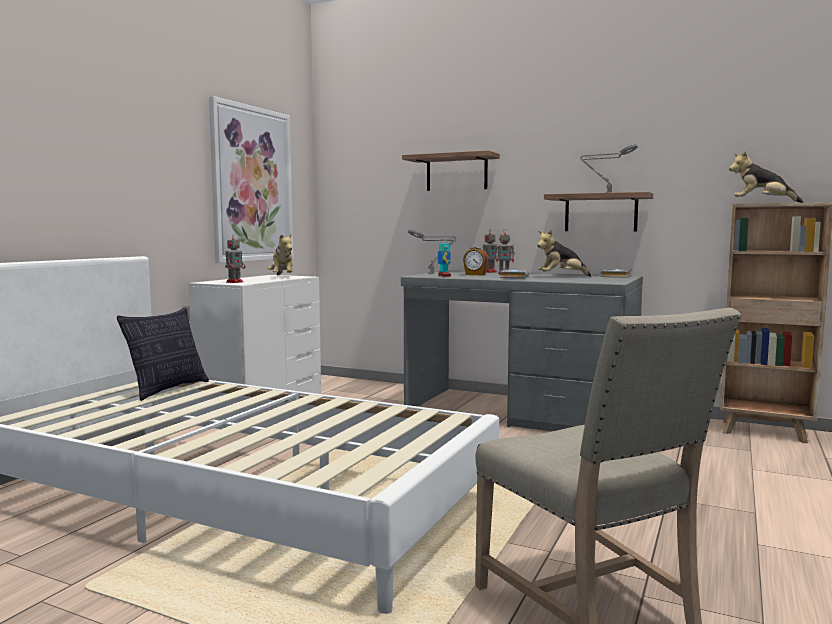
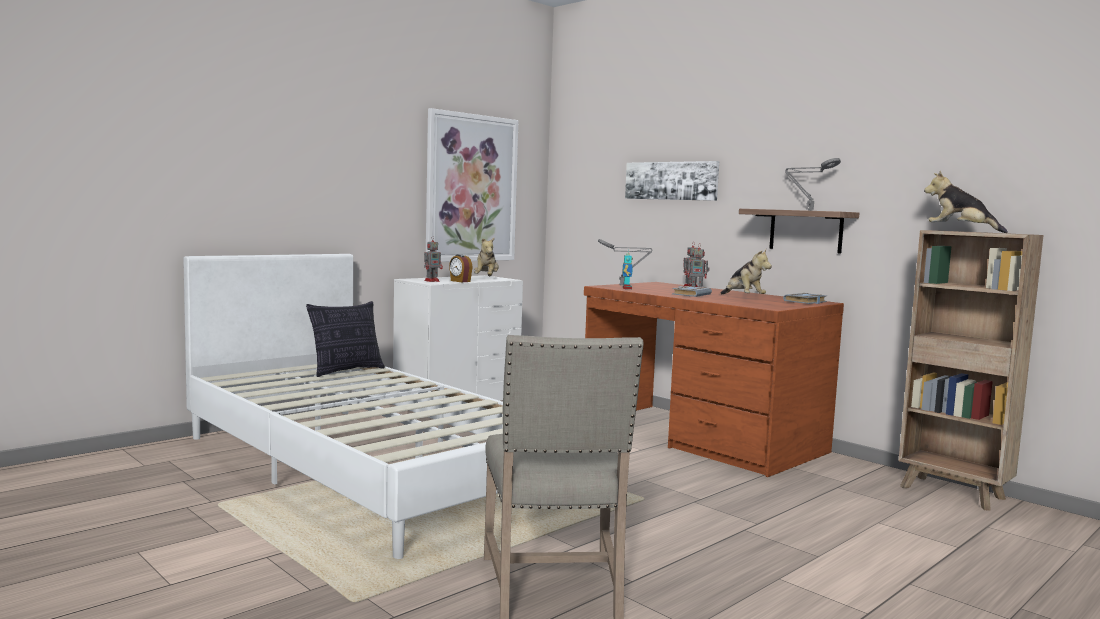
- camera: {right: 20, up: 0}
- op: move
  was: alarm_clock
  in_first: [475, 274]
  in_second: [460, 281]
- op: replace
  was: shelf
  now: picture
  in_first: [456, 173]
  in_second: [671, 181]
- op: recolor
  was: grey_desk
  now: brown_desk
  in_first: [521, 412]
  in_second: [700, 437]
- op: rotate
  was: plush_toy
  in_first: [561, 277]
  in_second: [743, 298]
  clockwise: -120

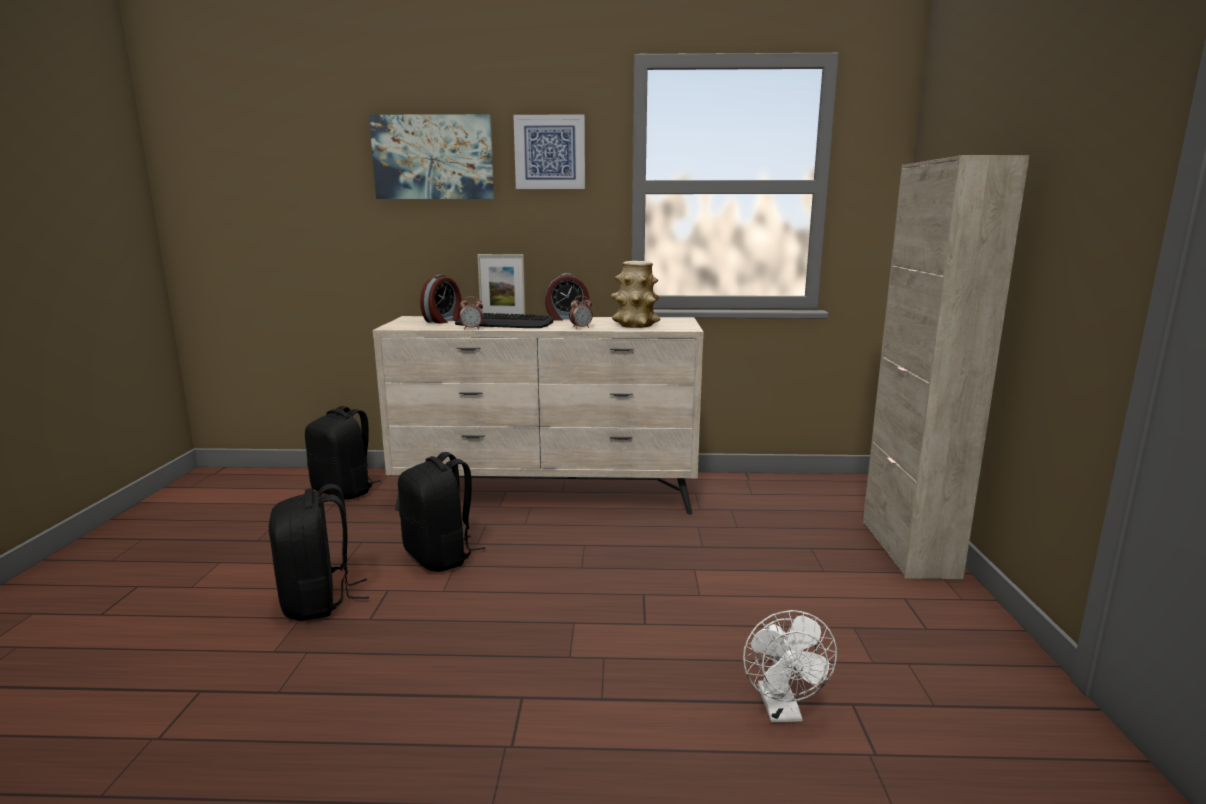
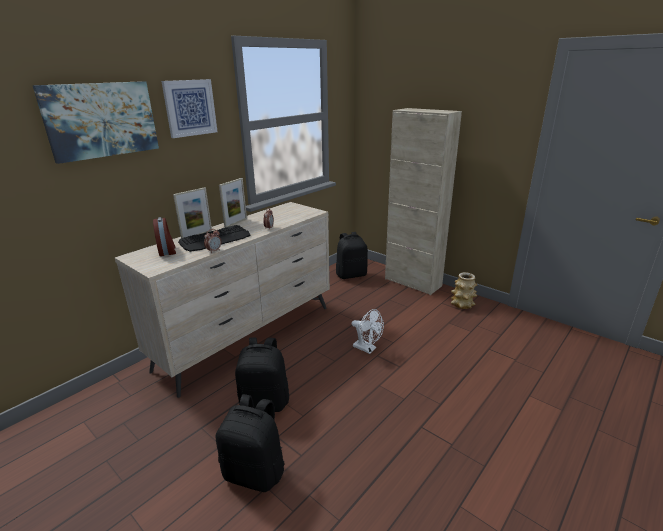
- camera: {right: -50, up: 10}
- op: move
  was: black_backpack
  in_first: [345, 491]
  in_second: [351, 274]
- op: move
  was: vase
  in_first: [635, 325]
  in_second: [462, 305]
- op: move
  was: white_fan
  in_first: [782, 711]
  in_second: [367, 348]
- op: replace
  was: alarm_clock
  now: picture_frame
  in_first: [567, 318]
  in_second: [236, 223]

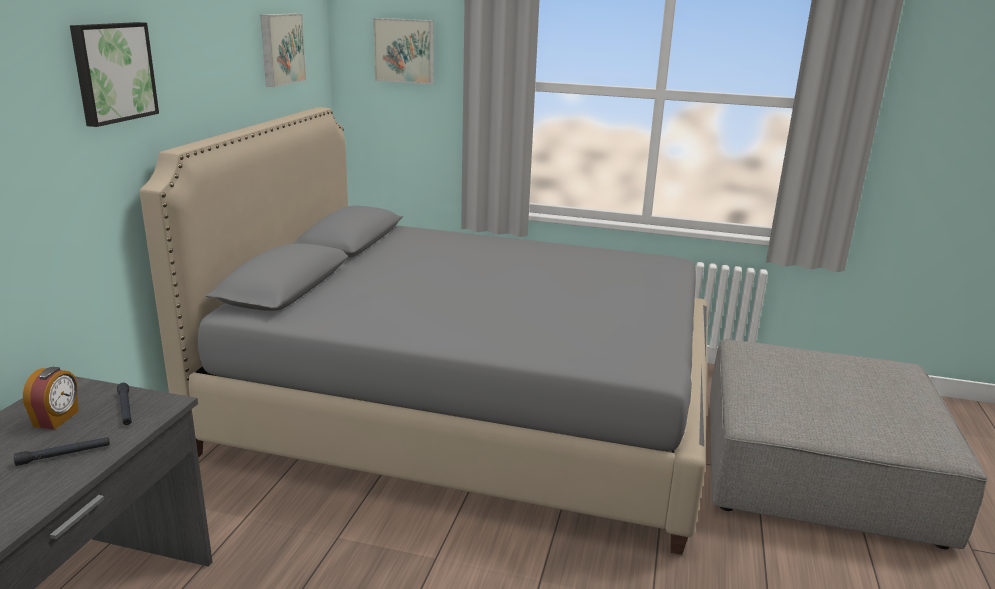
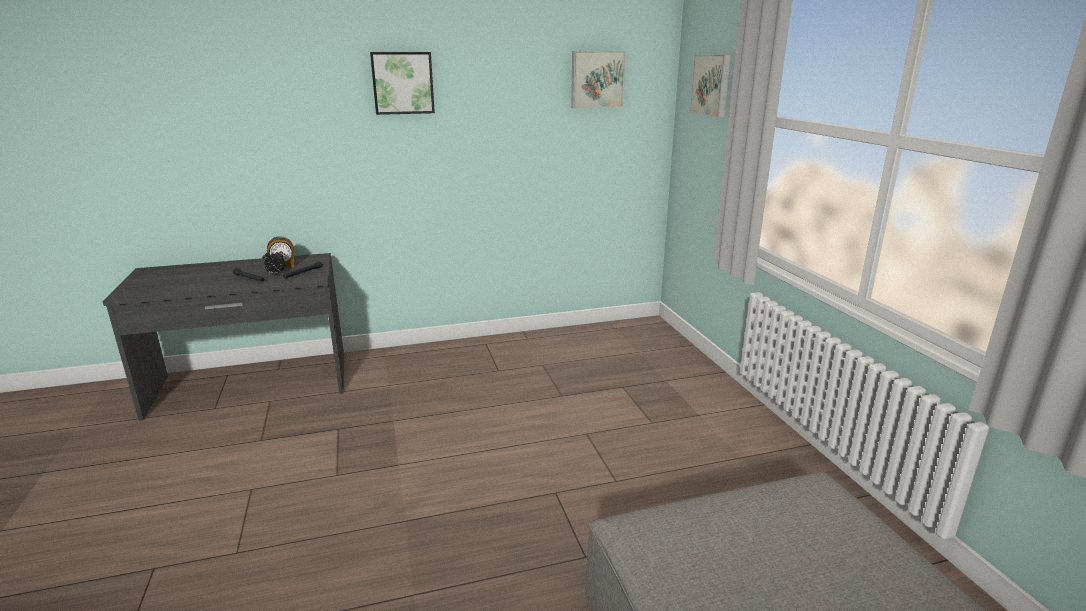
- camera: {right: 60, up: 0}
- op: delete
  was: grey_bed
  in_first: [468, 410]
- op: insert
  now: alarm_clock
  in_second: [275, 274]

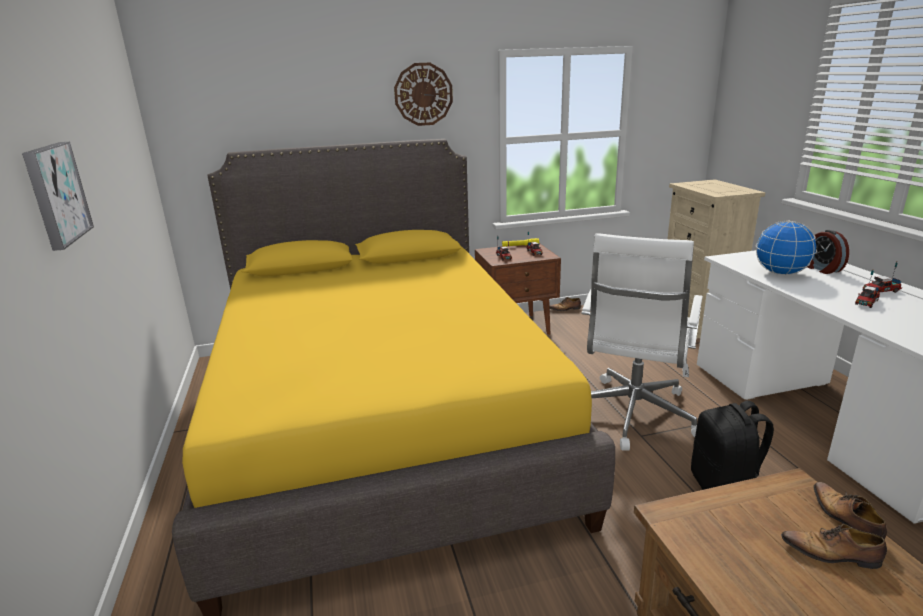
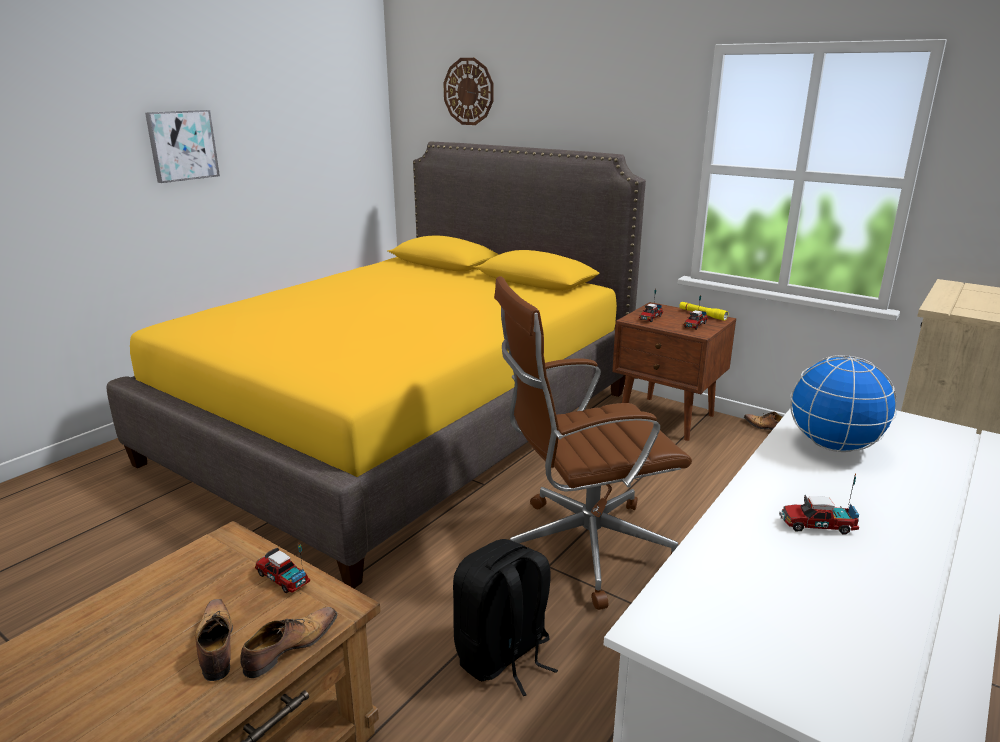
- camera: {right: 50, up: 0}
- op: delete
  was: alarm_clock
  in_first: [821, 269]
- op: move
  was: wall_clock
  in_first: [423, 94]
  in_second: [468, 91]
- op: move
  was: toy_truck
  in_first: [880, 291]
  in_second: [282, 578]
- op: recolor
  was: white_office_chair
  now: brown_office_chair
  in_first: [632, 416]
  in_second: [582, 548]

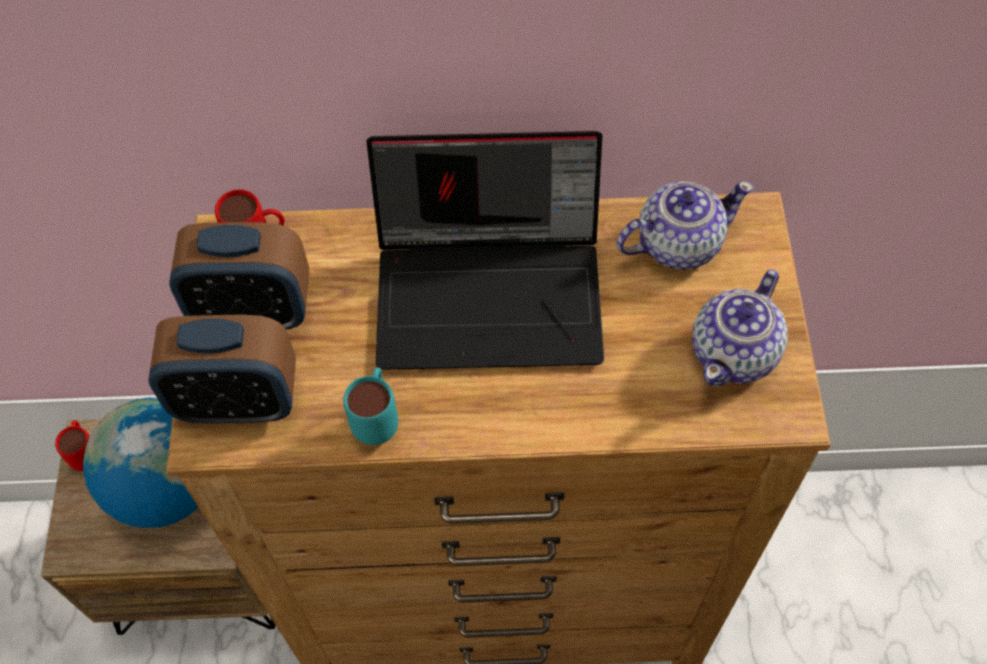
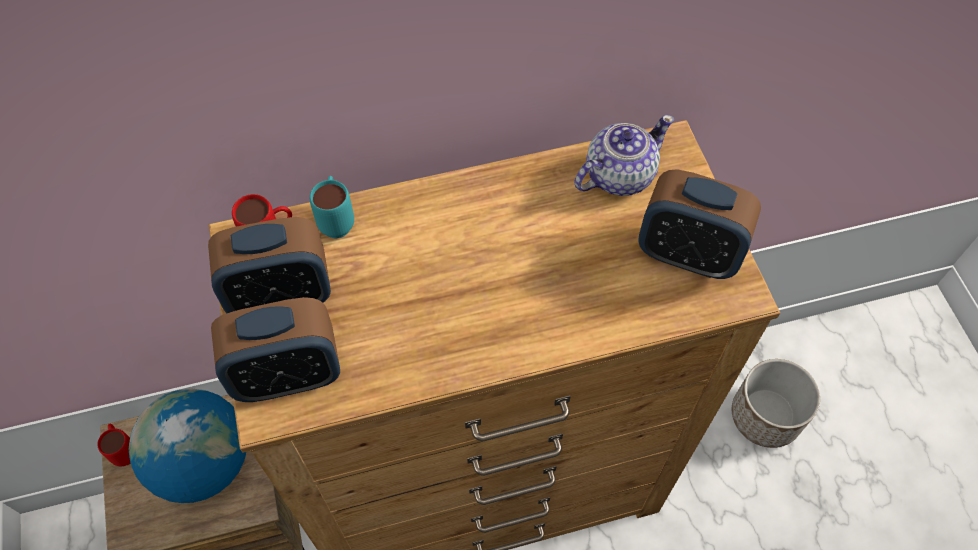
- camera: {right: -15, up: 0}
- op: delete
  was: laptop
  in_first: [492, 290]
- op: insert
  now: planter
  in_second: [766, 416]
- op: move
  was: turquoise_mug
  in_first: [378, 420]
  in_second: [337, 221]
- op: replace
  was: teapot
  now: alarm_clock
  in_first: [735, 353]
  in_second: [687, 254]

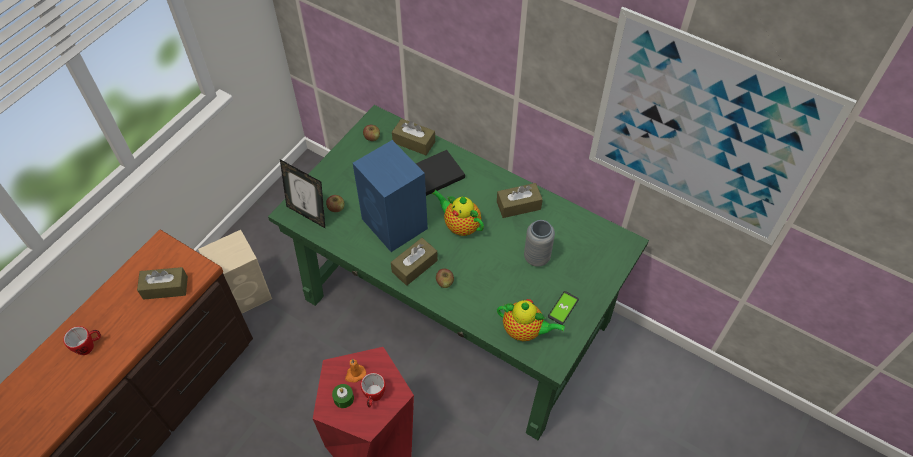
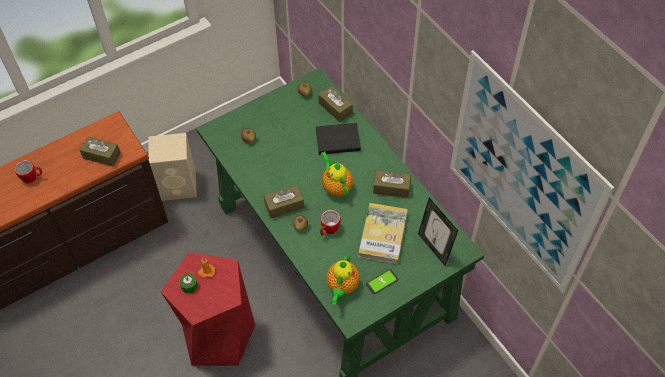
- camera: {right: 25, up: 0}
- op: delete
  was: blue_speaker
  in_first: [395, 225]
- op: move
  was: picture_frame
  in_first: [308, 214]
  in_second: [434, 248]
- op: move
  was: mug
  in_first: [373, 397]
  in_second: [328, 230]
- op: replace
  was: grey_vase
  now: book
  in_first: [536, 258]
  in_second: [383, 235]
- op: rotate
  was: teapot
  in_first: [525, 331]
  in_second: [342, 287]
  clockwise: 60

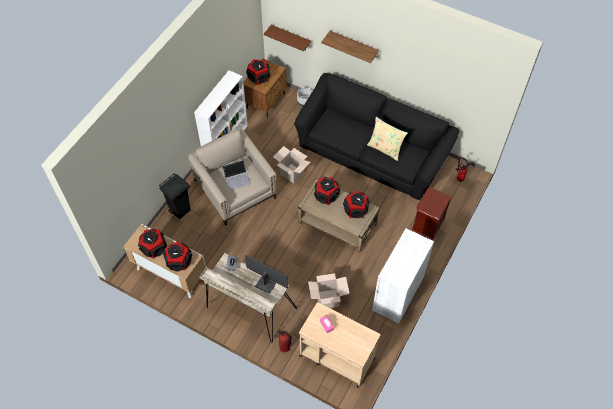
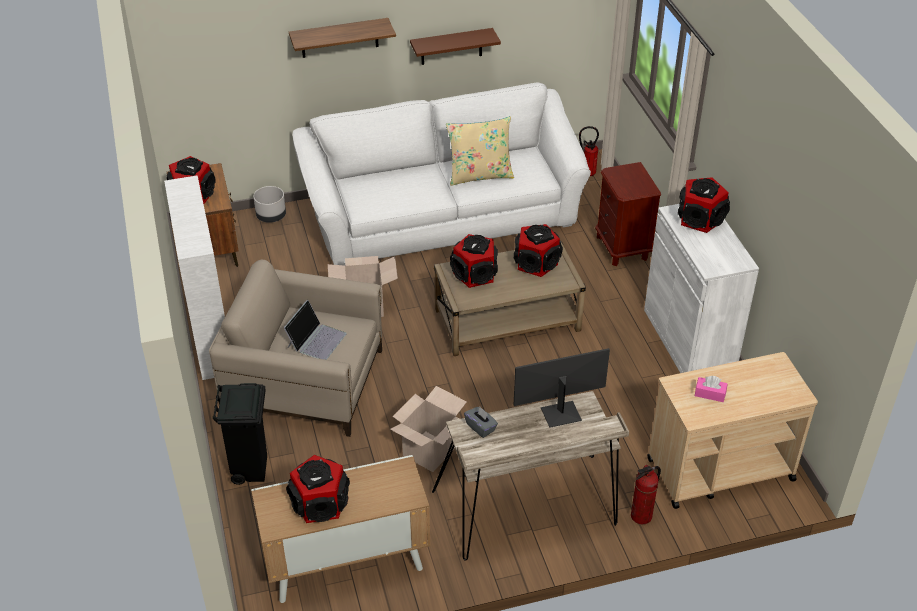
- camera: {right: -45, up: -15}
- op: move
  was: speaker
  in_first: [179, 261]
  in_second: [700, 219]
- op: move
  was: brown_shelf
  in_first: [291, 38]
  in_second: [451, 46]
- op: move
  was: cardboard_box
  in_first: [327, 299]
  in_second: [429, 451]
- op: recolor
  was: black_sofa
  now: white_sofa
  in_first: [372, 152]
  in_second: [442, 214]

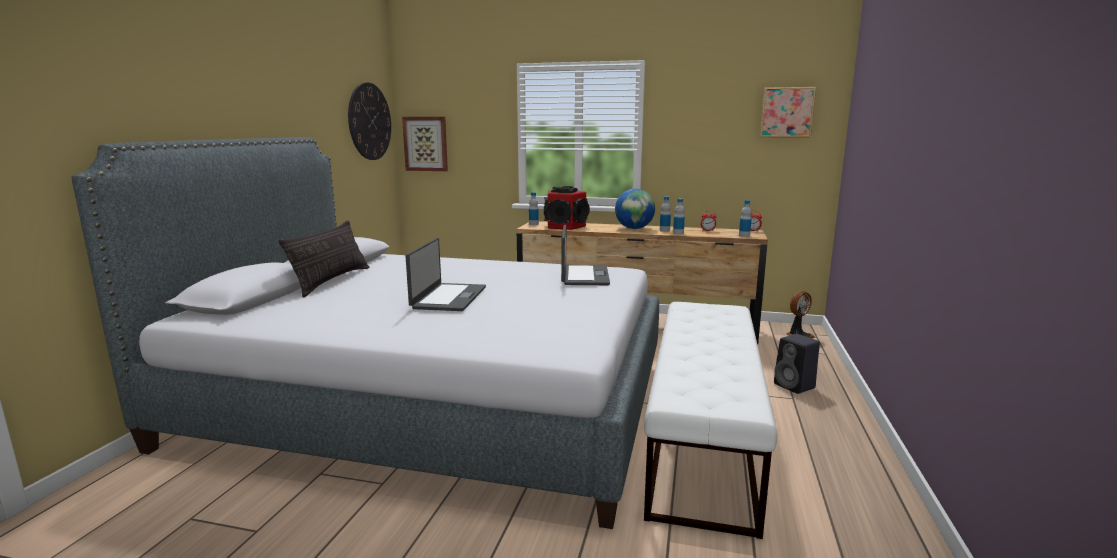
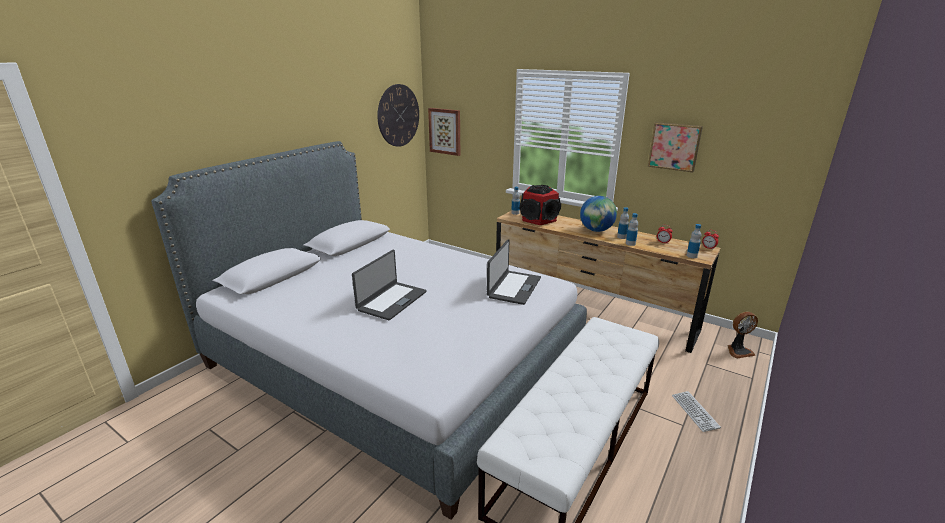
- camera: {right: 20, up: 10}
- op: delete
  was: pillow
  in_first: [332, 281]
- op: move
  was: picture
  in_first: [786, 112]
  in_second: [674, 146]
- op: replace
  was: black_speaker
  now: keyboard
  in_first: [795, 386]
  in_second: [694, 411]

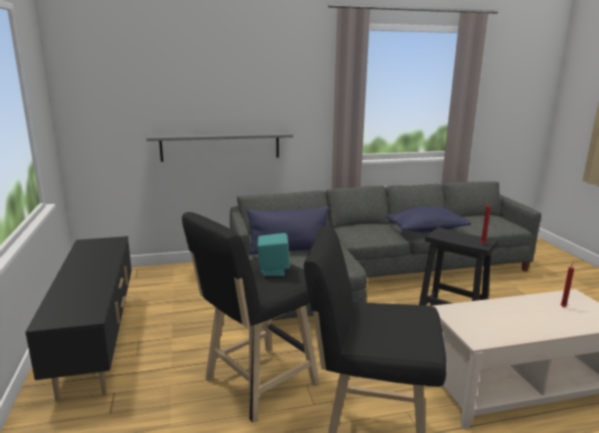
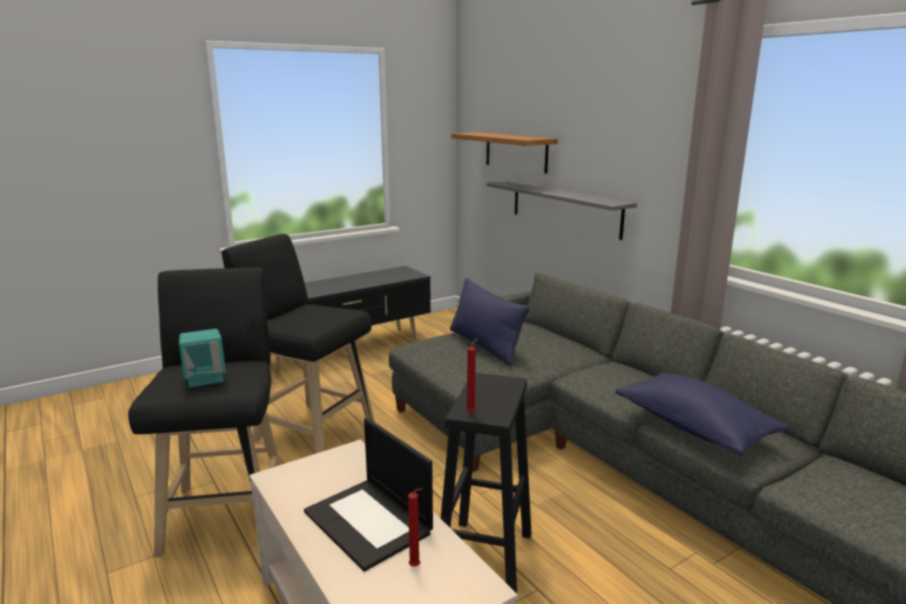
- camera: {right: 70, up: 0}
- op: insert
  now: laptop
  in_second: [369, 522]
- op: insert
  now: shelf
  in_second: [516, 152]
- op: move
  was: turquoise_speaker
  in_first: [273, 270]
  in_second: [205, 378]

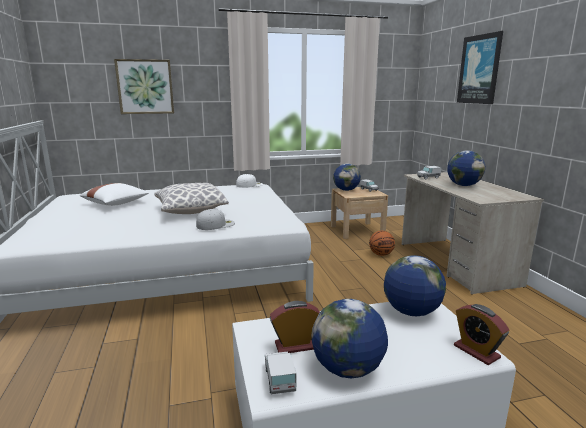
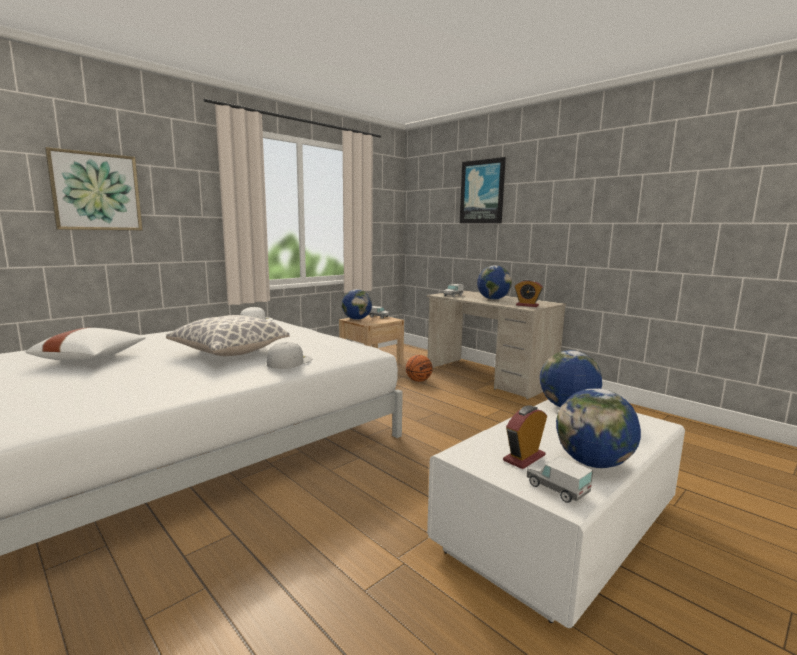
- camera: {right: -30, up: -5}
- op: move
  was: alarm_clock
  in_first: [476, 351]
  in_second: [527, 305]

